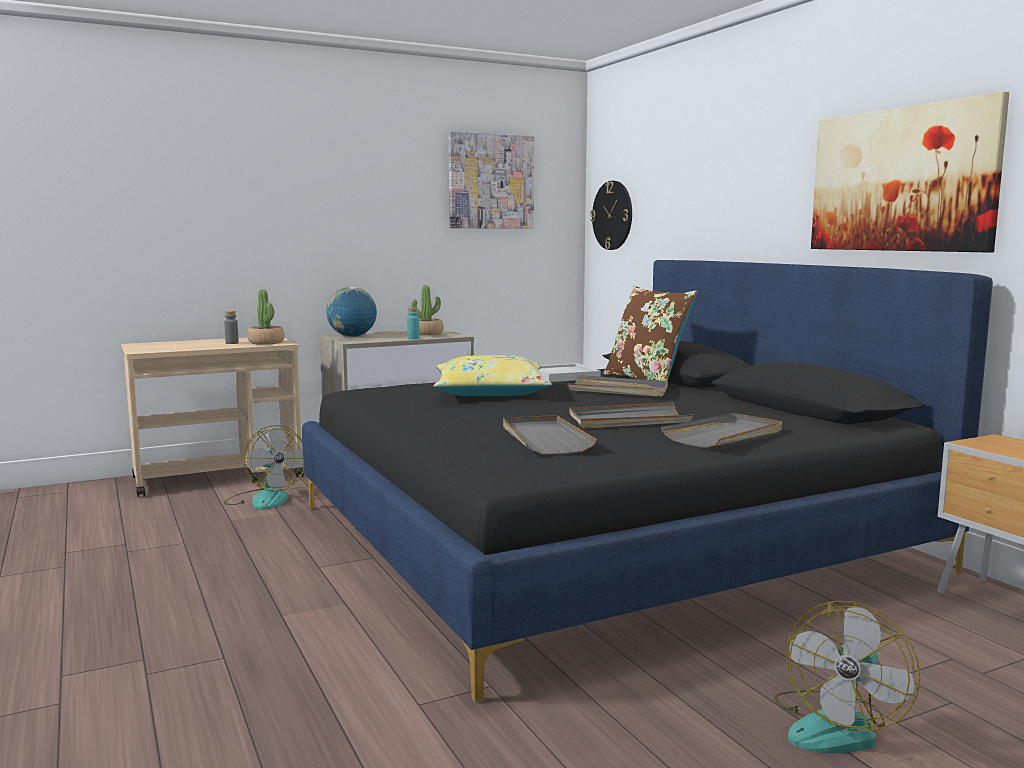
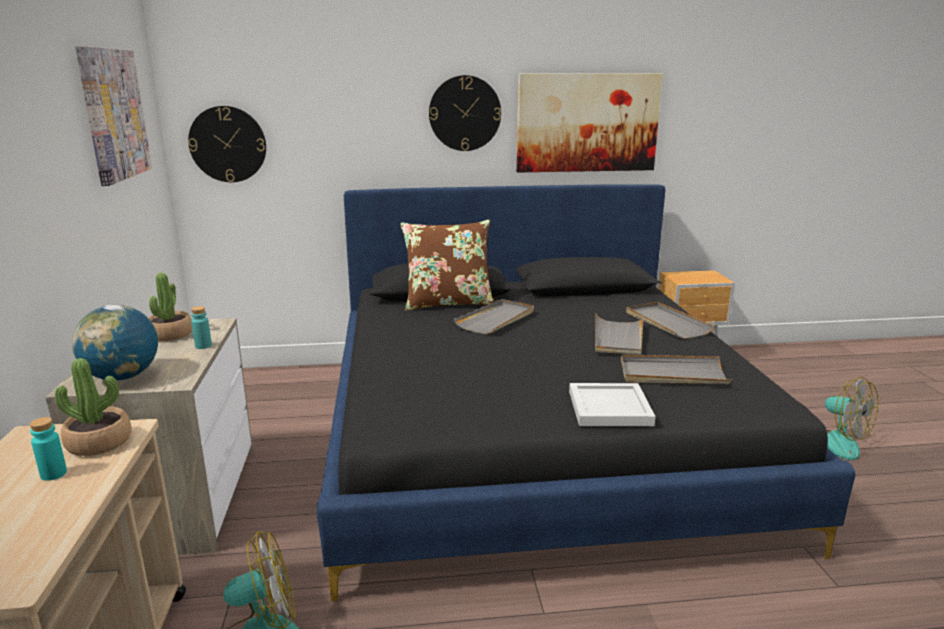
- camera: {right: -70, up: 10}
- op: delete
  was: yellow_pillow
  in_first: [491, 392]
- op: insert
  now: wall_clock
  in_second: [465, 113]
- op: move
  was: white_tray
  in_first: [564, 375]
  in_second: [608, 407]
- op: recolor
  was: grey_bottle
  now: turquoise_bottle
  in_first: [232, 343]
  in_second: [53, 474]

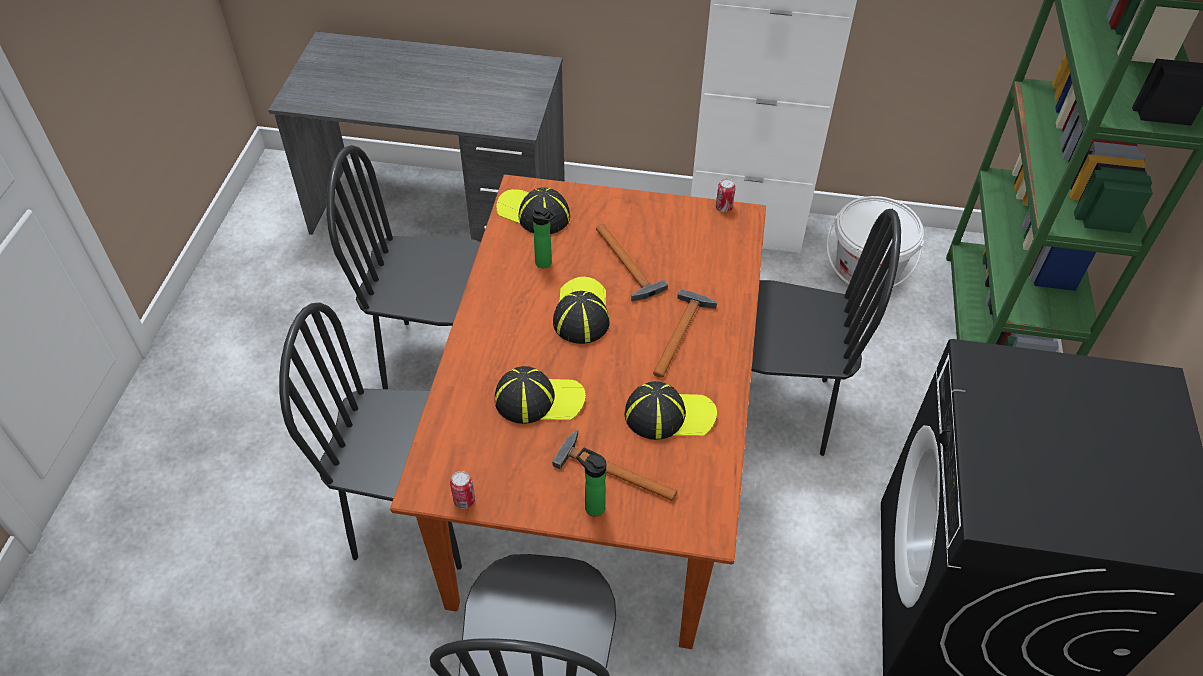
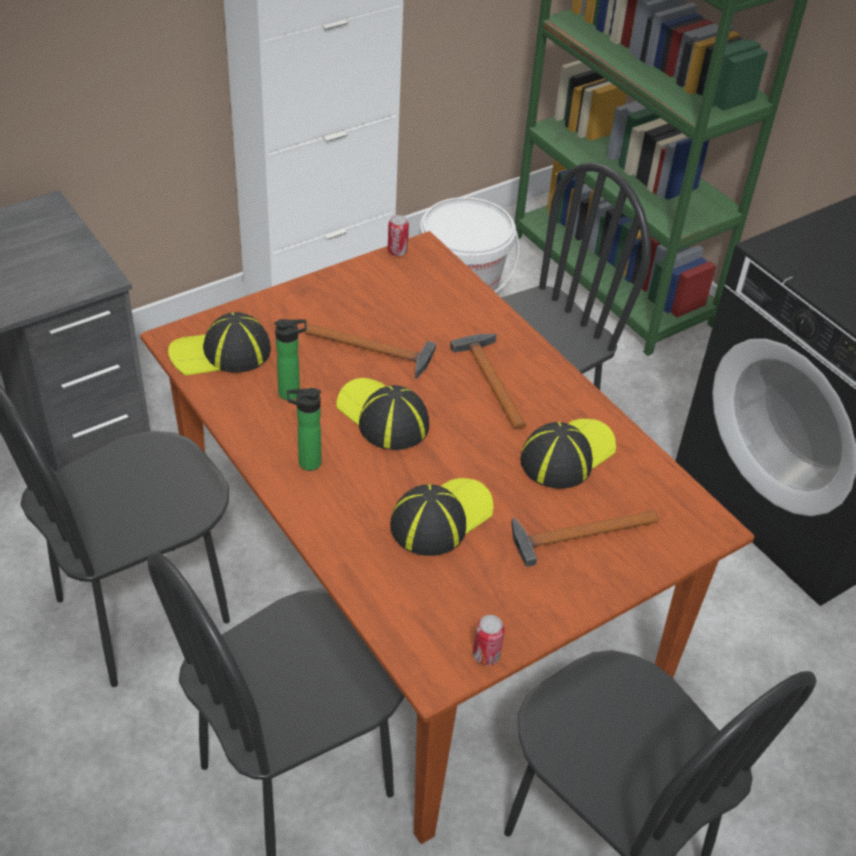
- camera: {right: -45, up: -5}
- op: move
  was: bottle
  in_first: [592, 506]
  in_second: [306, 463]

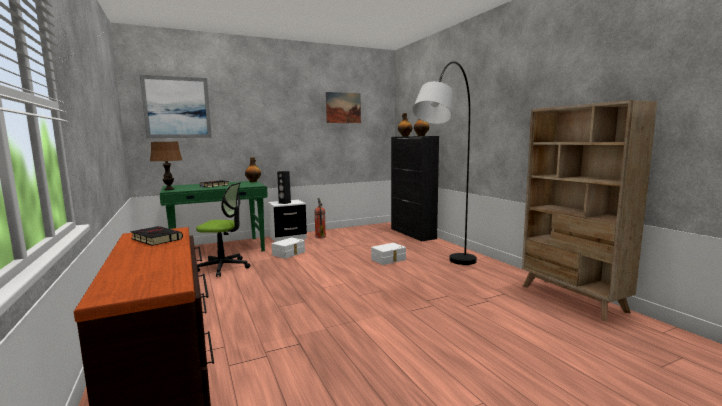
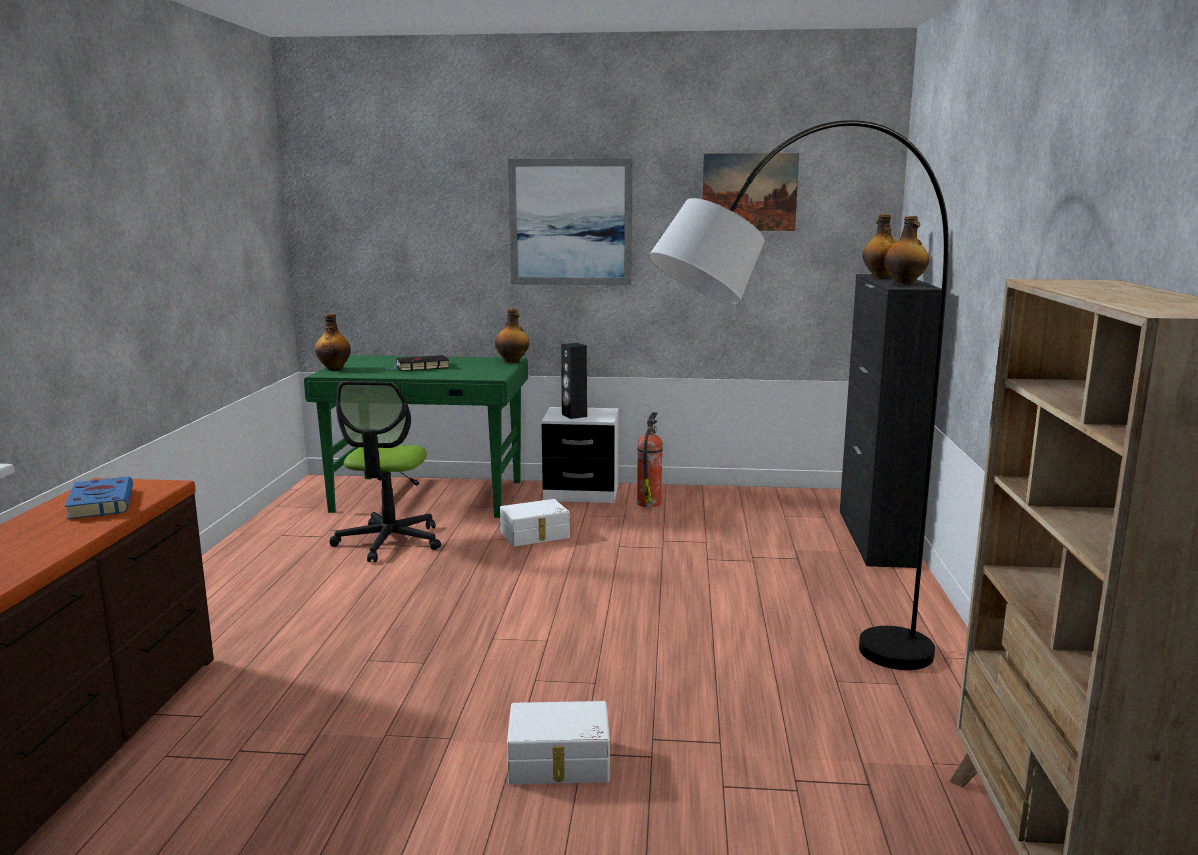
- camera: {right: 30, up: 5}
- op: move
  was: picture
  in_first: [177, 107]
  in_second: [570, 222]
- op: move
  was: white_storage_box
  in_first: [389, 260]
  in_second: [559, 763]
- op: replace
  was: brown_table_lamp
  now: bottle
  in_first: [169, 189]
  in_second: [334, 369]
- op: recolor
  was: black_book
  now: blue_book
  in_first: [155, 239]
  in_second: [101, 503]
- op: rotate
  was: office_chair
  in_first: [223, 267]
  in_second: [389, 542]
  clockwise: 60

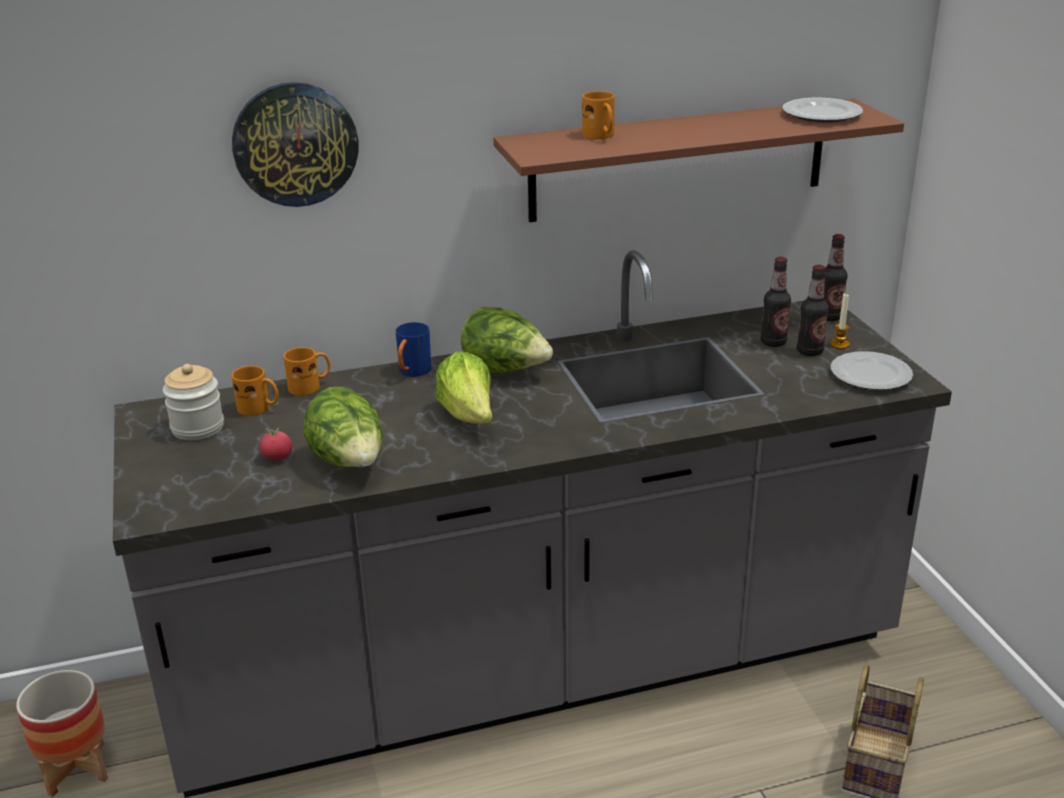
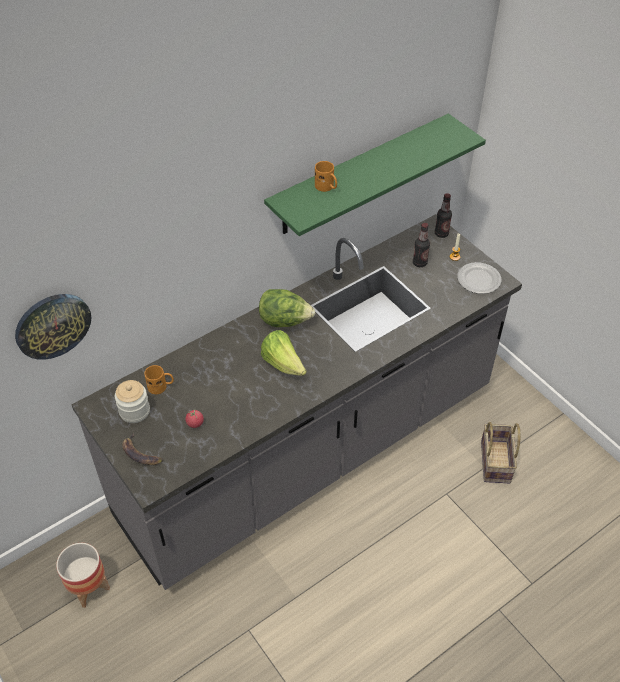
- camera: {right: -20, up: 20}
- op: delete
  was: orange_mug
  in_first: [310, 386]
- op: delete
  was: lettuce
  in_first: [349, 463]
- op: delete
  was: blue_mug
  in_first: [412, 373]
- op: delete
  was: plate
  in_first: [821, 114]
- op: delete
  was: bottle
  in_first: [809, 351]
- op: insert
  now: banana
  in_second: [140, 454]
- op: move
  was: wall_clock
  in_first: [295, 144]
  in_second: [52, 325]
- op: recolor
  was: brown_shelf
  now: green_shelf
  in_first: [679, 160]
  in_second: [359, 175]

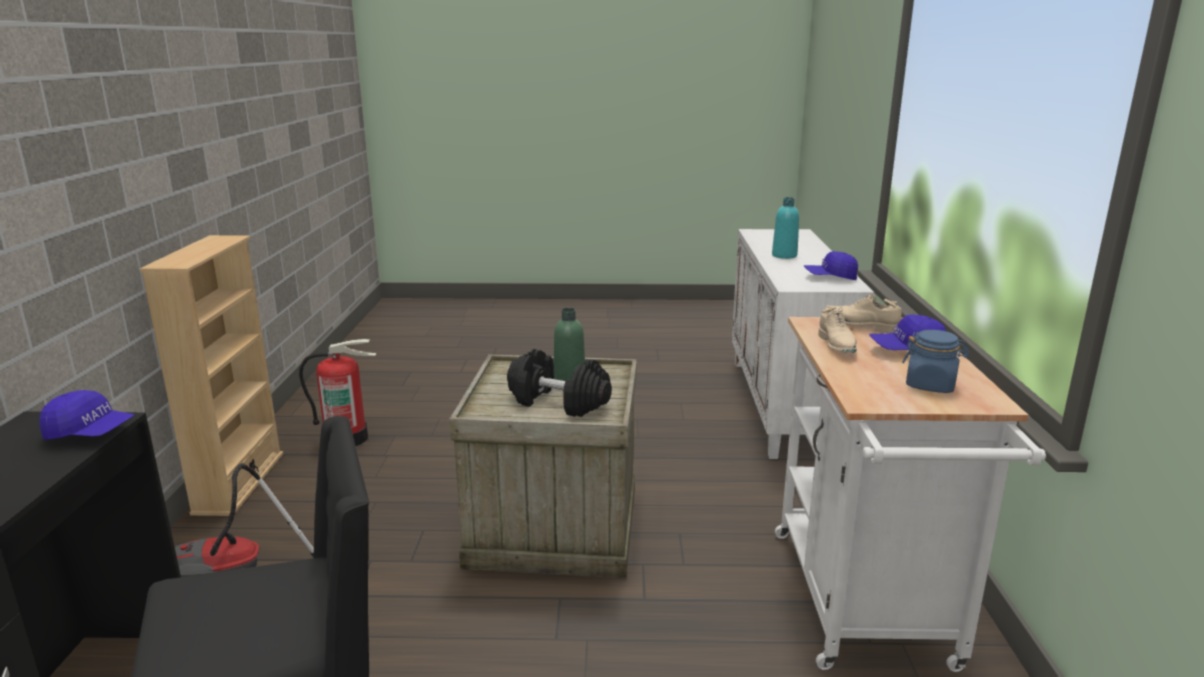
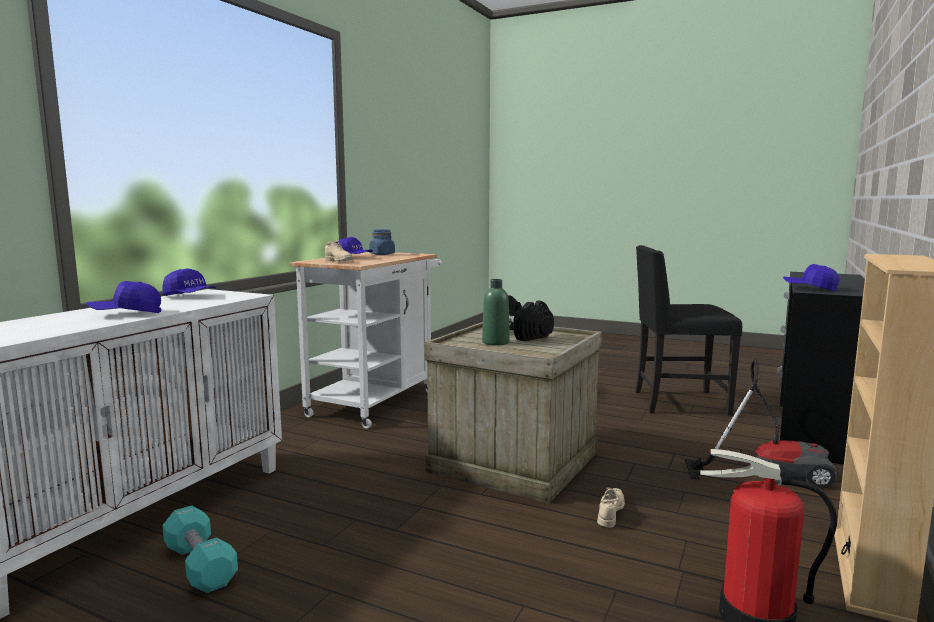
- camera: {right: -155, up: -10}
- op: insert
  now: turquoise_dumbbell
  in_second: [200, 565]
- op: move
  was: beige_shoe
  in_first: [837, 346]
  in_second: [610, 512]
- op: replace
  was: turquoise_bottle
  now: blue_cap
  in_first: [784, 255]
  in_second: [126, 314]

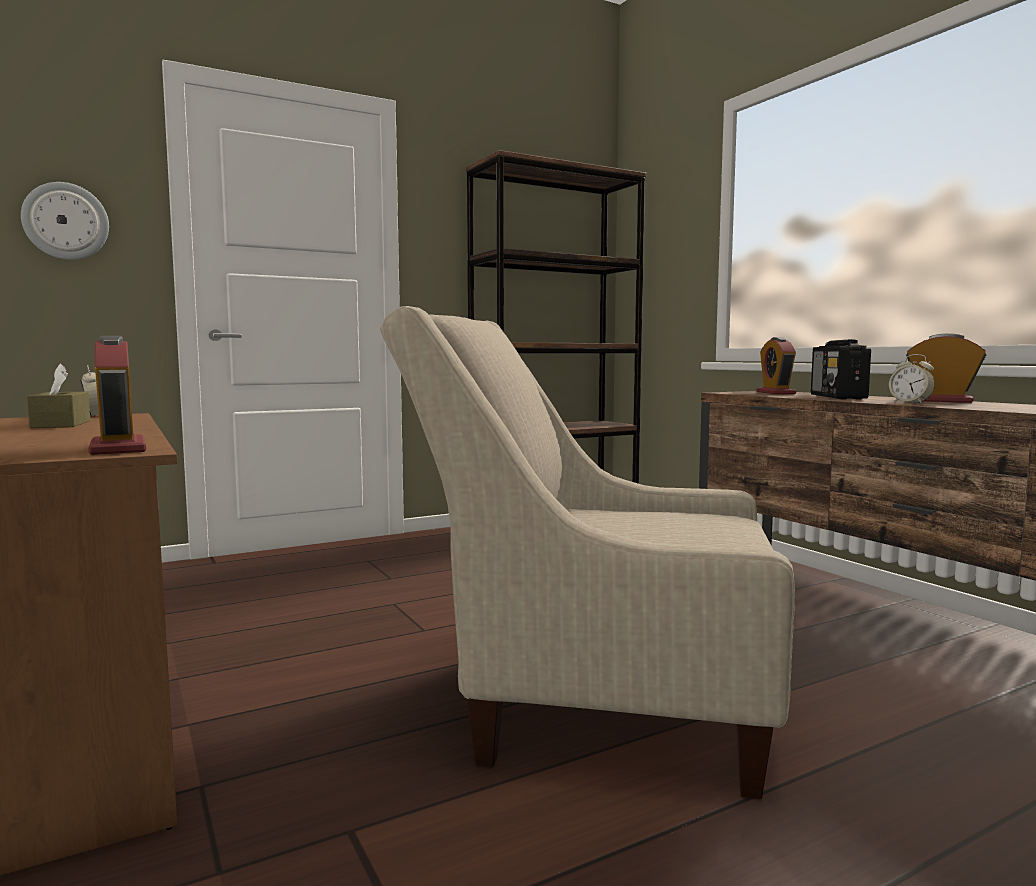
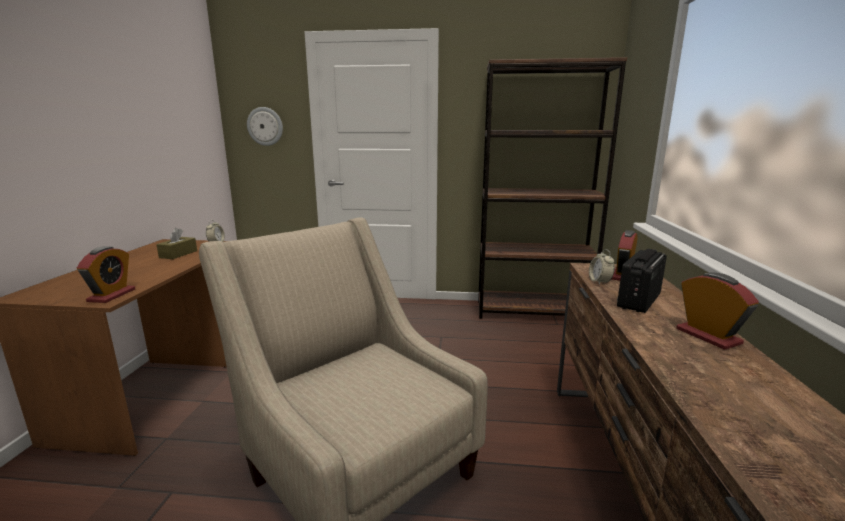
- camera: {right: 35, up: 10}
- op: move
  was: alarm_clock
  in_first: [910, 403]
  in_second: [599, 282]

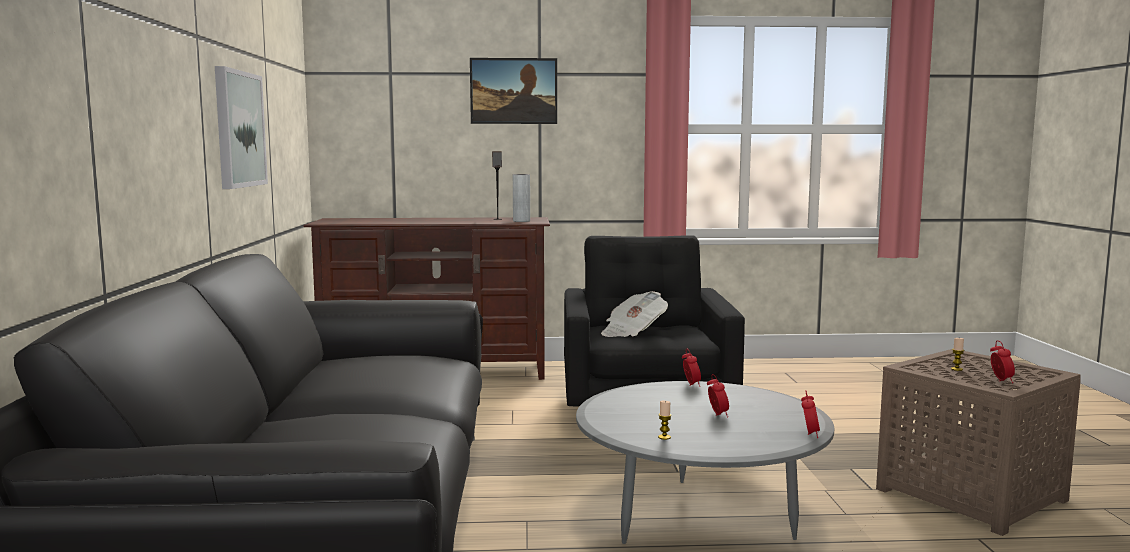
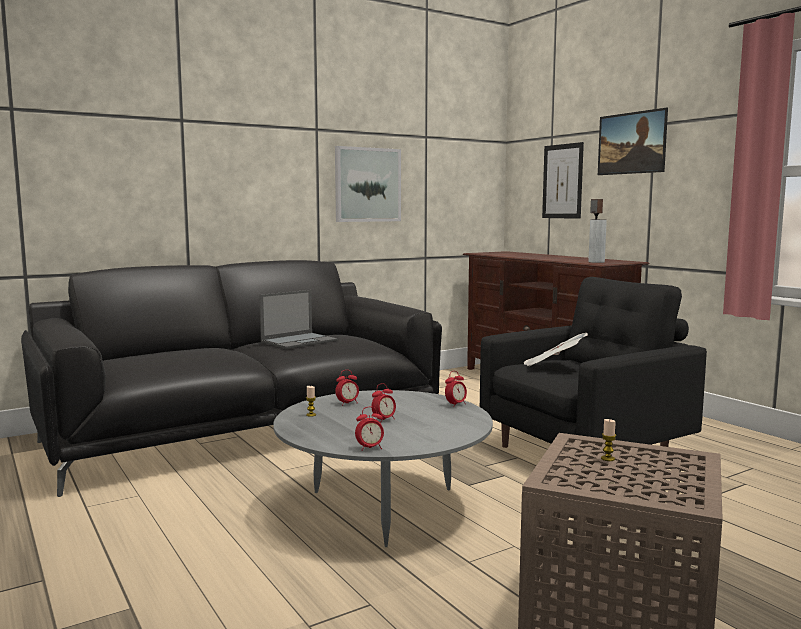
- camera: {right: 60, up: 0}
- op: insert
  now: laptop
  in_second: [299, 341]
- op: insert
  now: picture
  in_second: [562, 181]
- op: move
  was: alarm_clock
  in_first: [1000, 381]
  in_second: [347, 403]

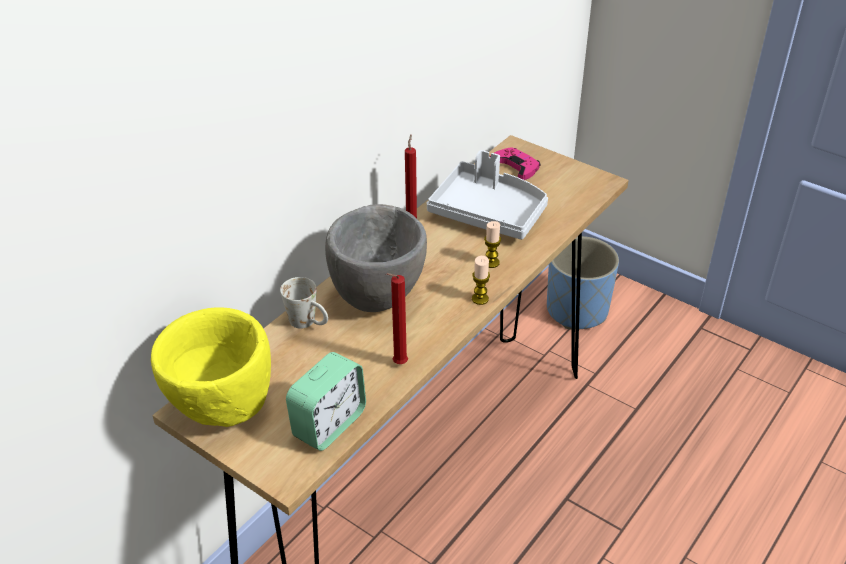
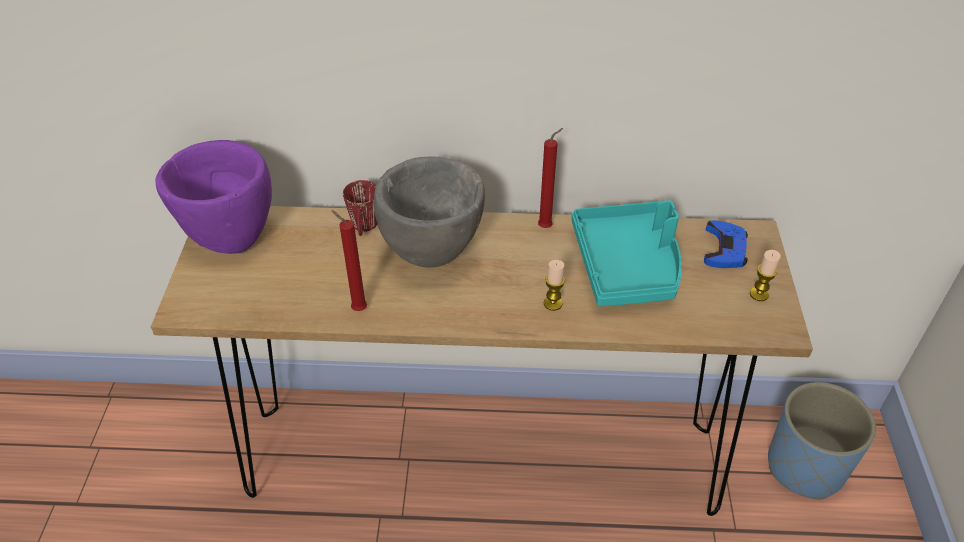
- camera: {right: 55, up: 5}
- op: delete
  was: alarm_clock
  in_first: [329, 424]
- op: move
  was: candle
  in_first: [480, 299]
  in_second: [759, 294]
- op: recolor
  was: yellow_bowl
  now: purple_bowl
  in_first: [222, 410]
  in_second: [229, 235]
- op: recolor
  was: white_mug
  now: red_mug
  in_first: [309, 323]
  in_second: [364, 229]
- op: recolor
  was: grey_tray
  now: turquoise_tray
  in_first: [488, 212]
  in_second: [628, 265]
- op: recolor
  was: pink_game_controller
  now: blue_game_controller
  in_first: [515, 167]
  in_second: [724, 249]

